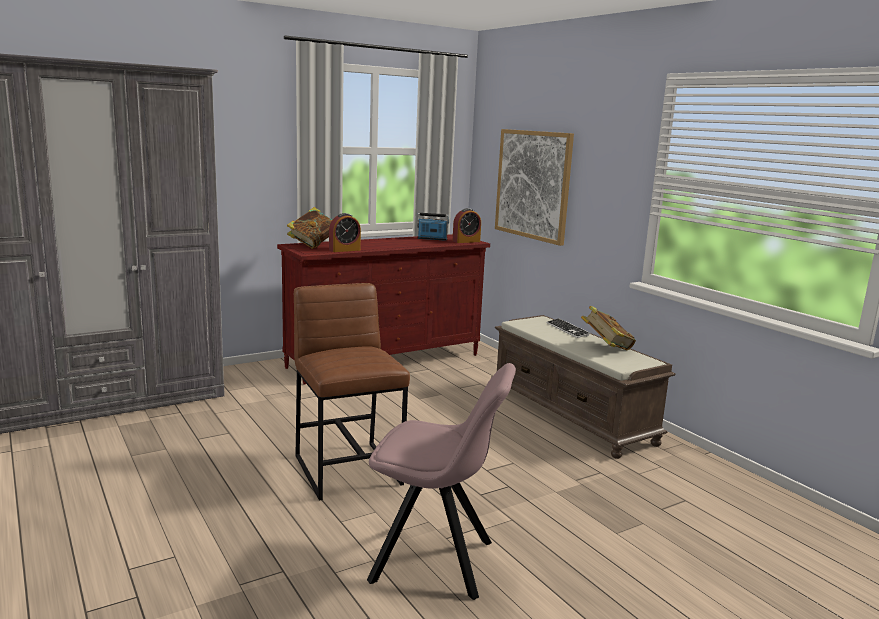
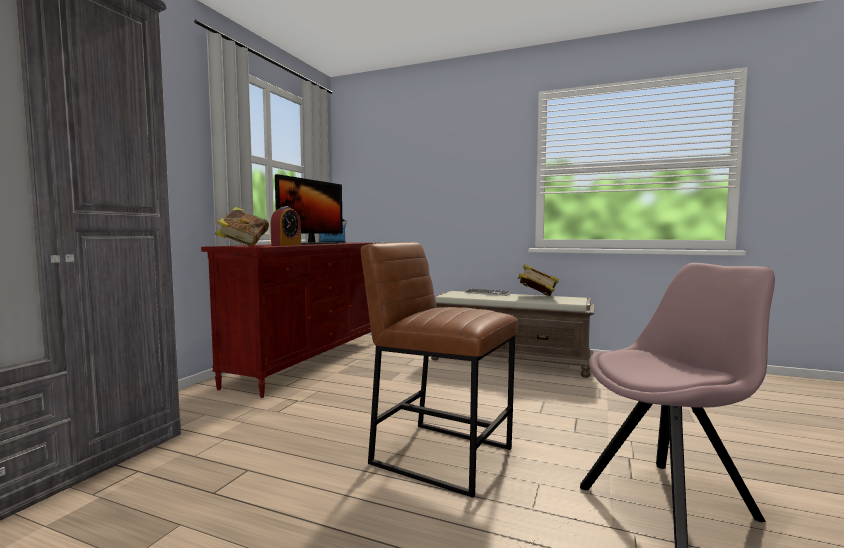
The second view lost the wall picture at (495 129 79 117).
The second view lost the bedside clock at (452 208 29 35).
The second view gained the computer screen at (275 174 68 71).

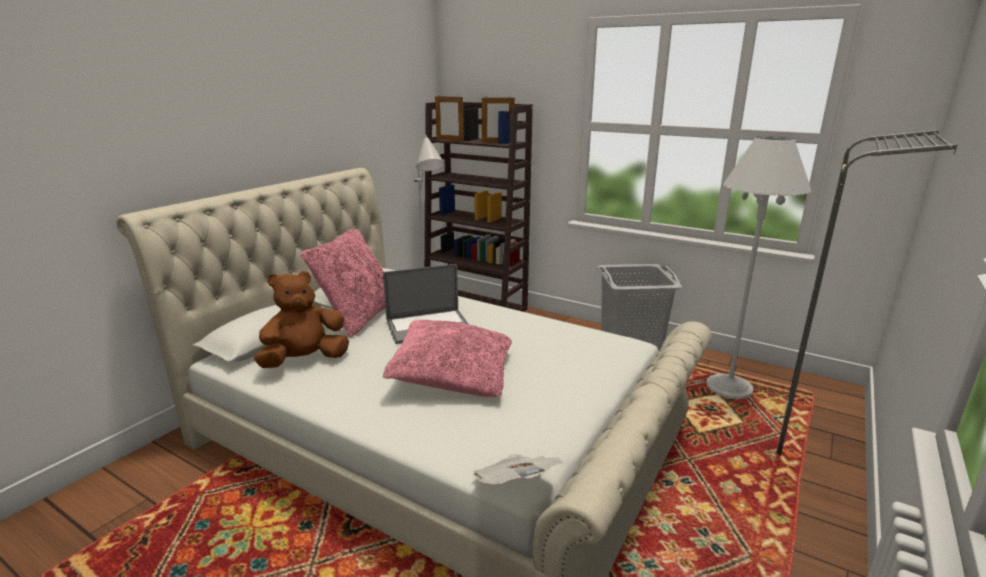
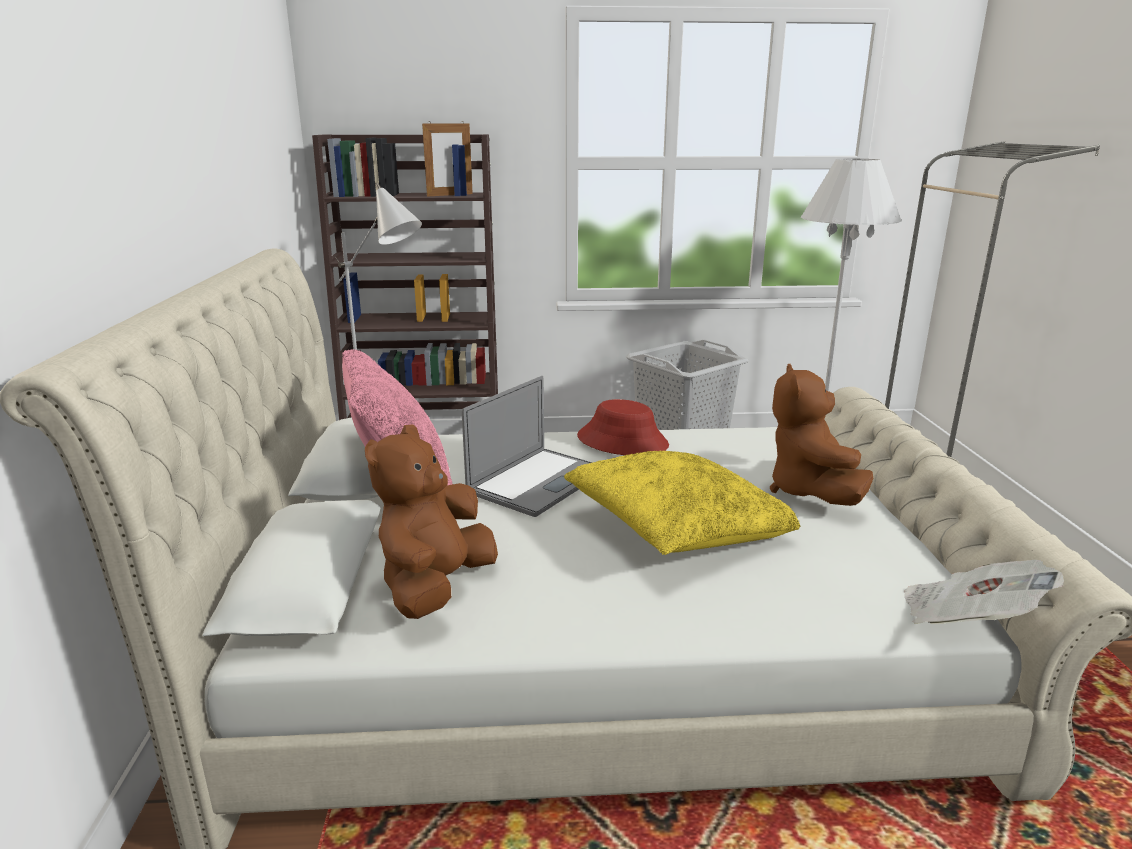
The second view lost the standing frame at (435 95 29 46).
What was the pinkish cushion at (383 319 129 78) turned into the yellowish cushion at (564 450 237 105).
The second view gained the brown soft toy at (770 364 103 142).
The second view gained the red clothing hat at (577 399 92 56).

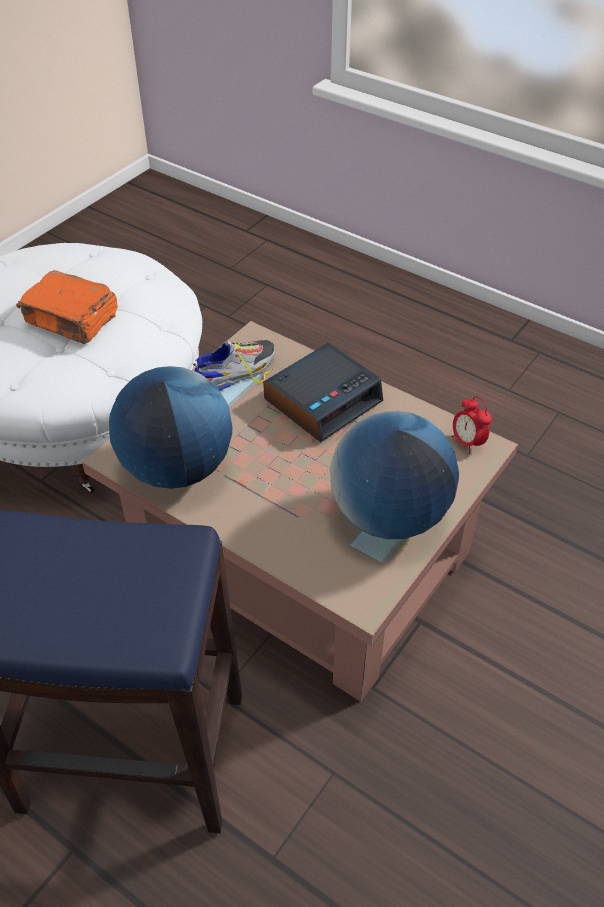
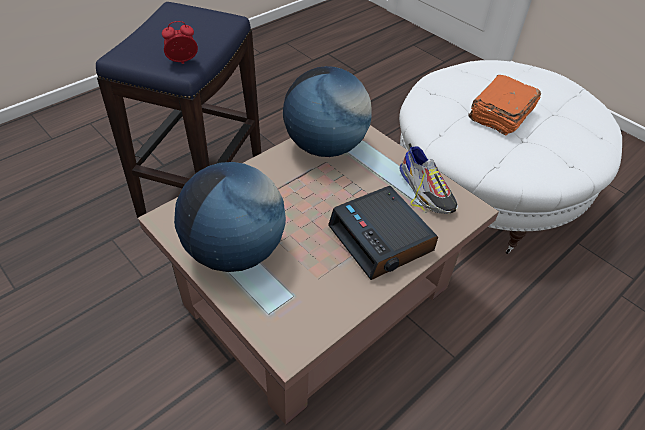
The bedside clock ended up elsewhere, having gone from (452 396 40 58) to (162 21 36 43).

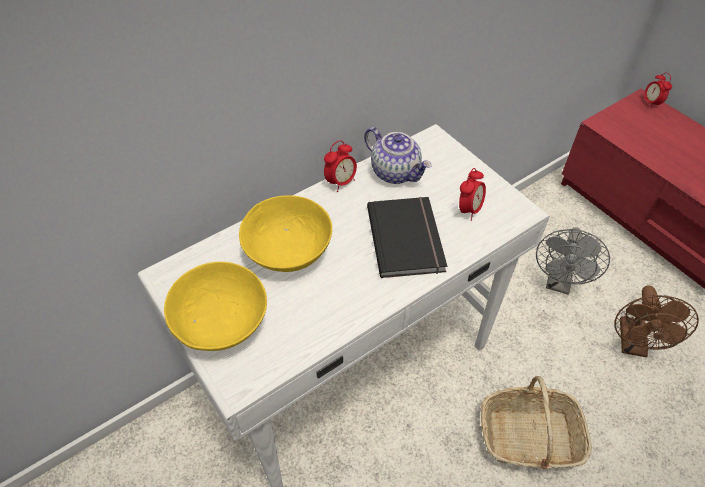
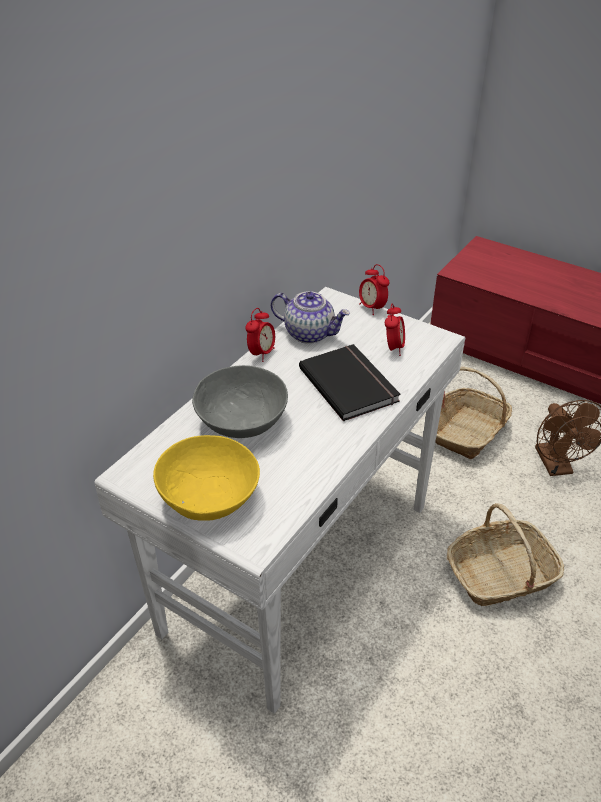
The bedside clock ended up elsewhere, having gone from (642 73 30 34) to (359 264 31 51).
What was the yellowish bowl at (239 195 93 77) turned into the grey bowl at (192 365 96 73).
Where the grey cooling fan stood at (536 228 74 67), the household basket came to stand at (435 367 77 92).

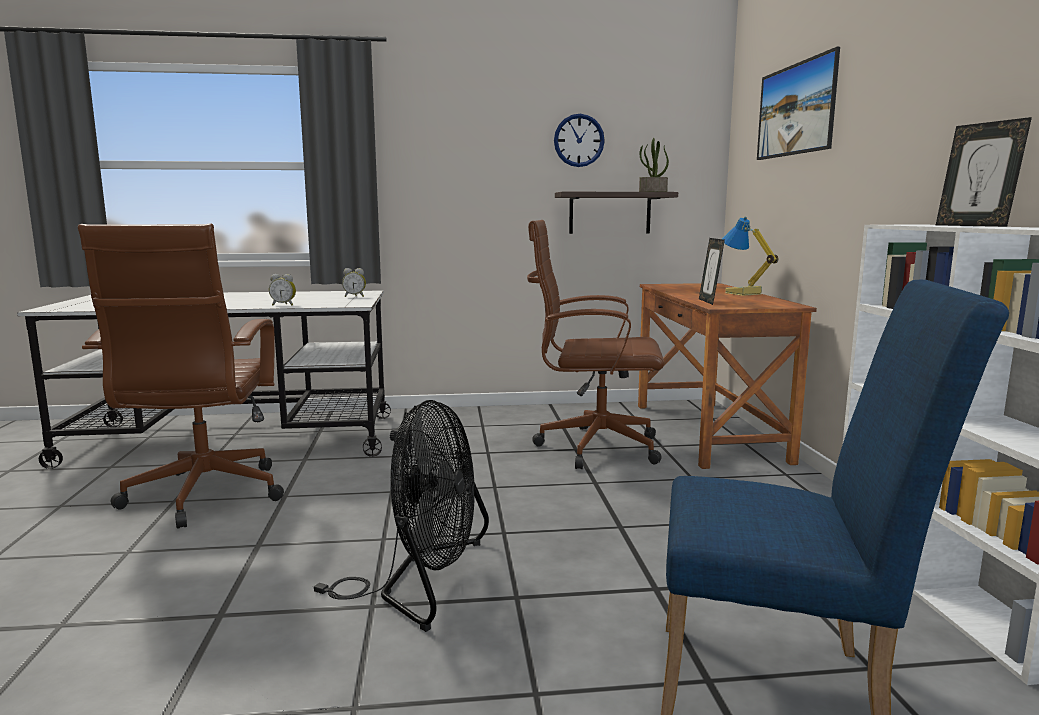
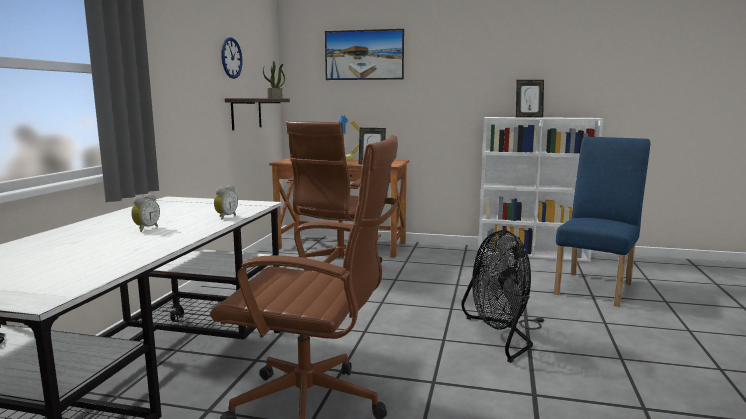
The bedside clock ended up elsewhere, having gone from (342 268 24 29) to (131 193 29 39).
The black cooling fan at (313 400 176 232) ended up facing another way, 135 degrees counterclockwise from before.

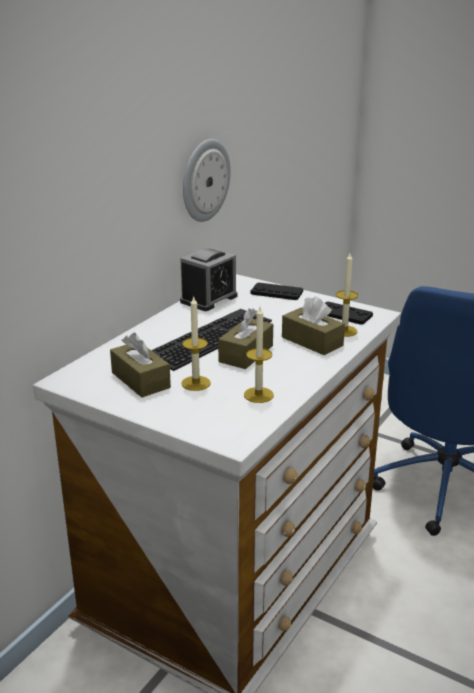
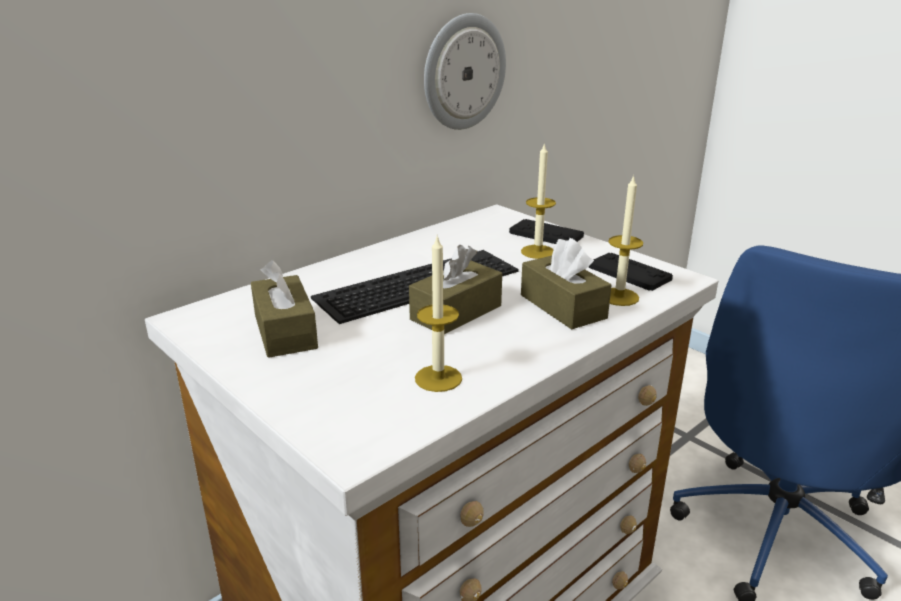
The second view lost the bedside clock at (180 247 58 64).
The wax light ended up elsewhere, having gone from (181 297 30 94) to (521 142 35 117).

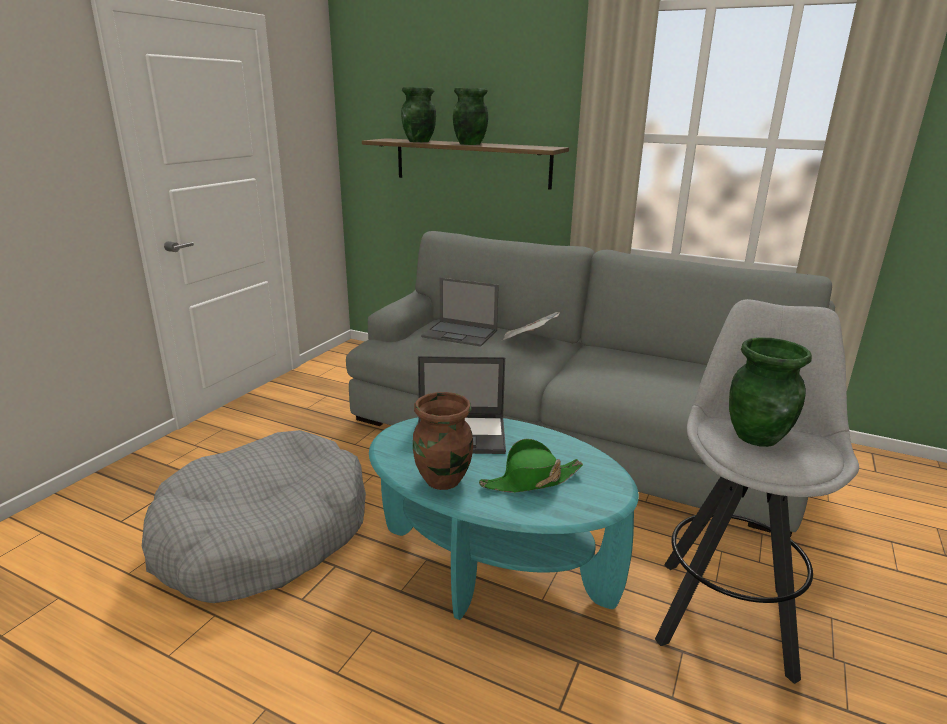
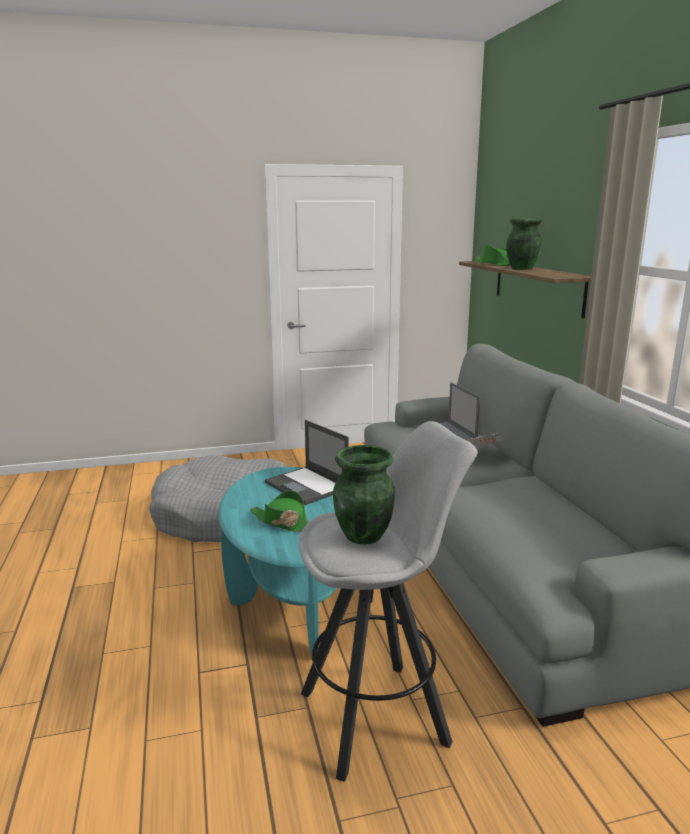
Where the green vase stood at (401 87 35 55), the green clothing hat came to stand at (475 245 36 21).
The second view lost the brown vase at (413 392 60 98).

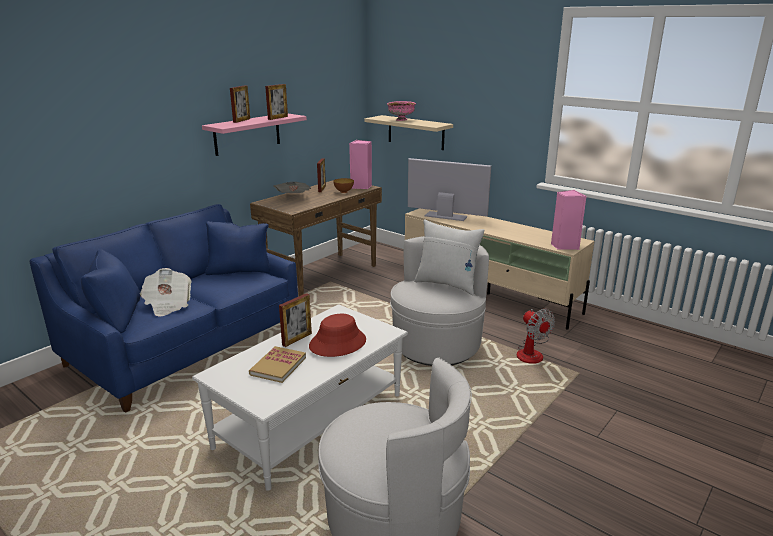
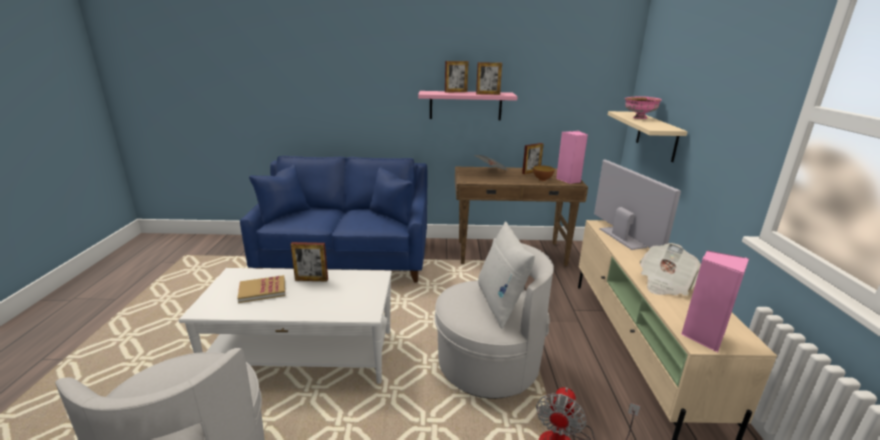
The printed paper ended up elsewhere, having gone from (140 268 51 49) to (639 243 62 53).
The second view lost the red clothing hat at (309 314 57 43).

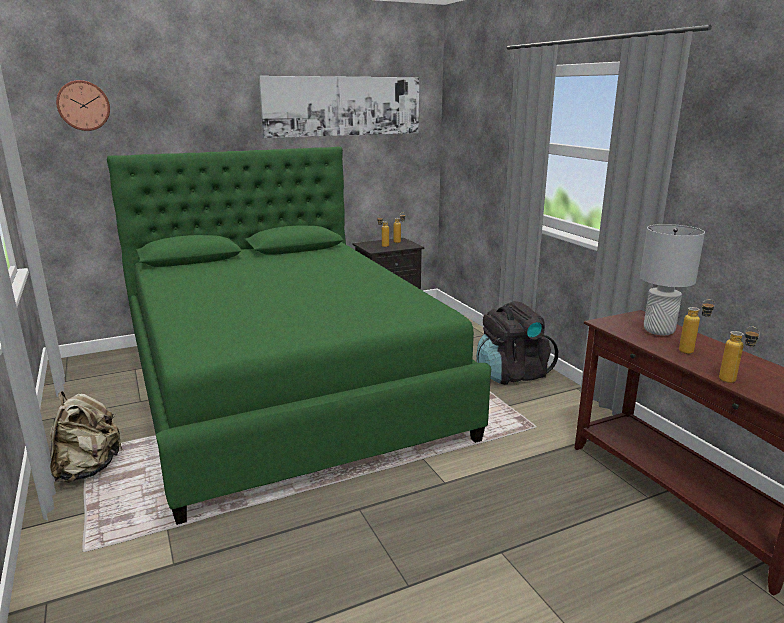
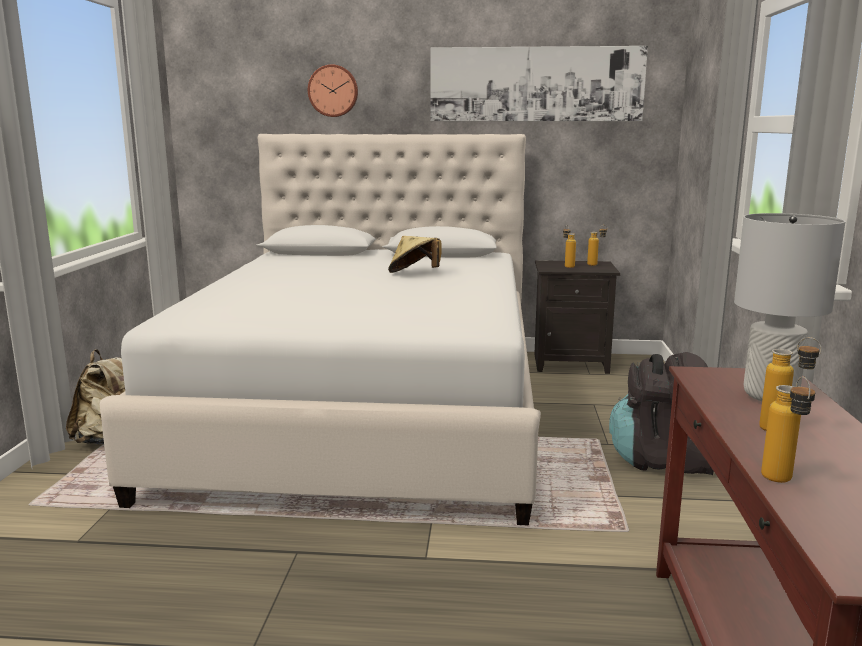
The hanging clock ended up elsewhere, having gone from (56 80 54 51) to (308 64 50 53).
What was the green sleeping bed at (107 147 384 378) turned into the white sleeping bed at (100 134 441 392).
The second view gained the beige-coloured clothing hat at (388 236 54 37).

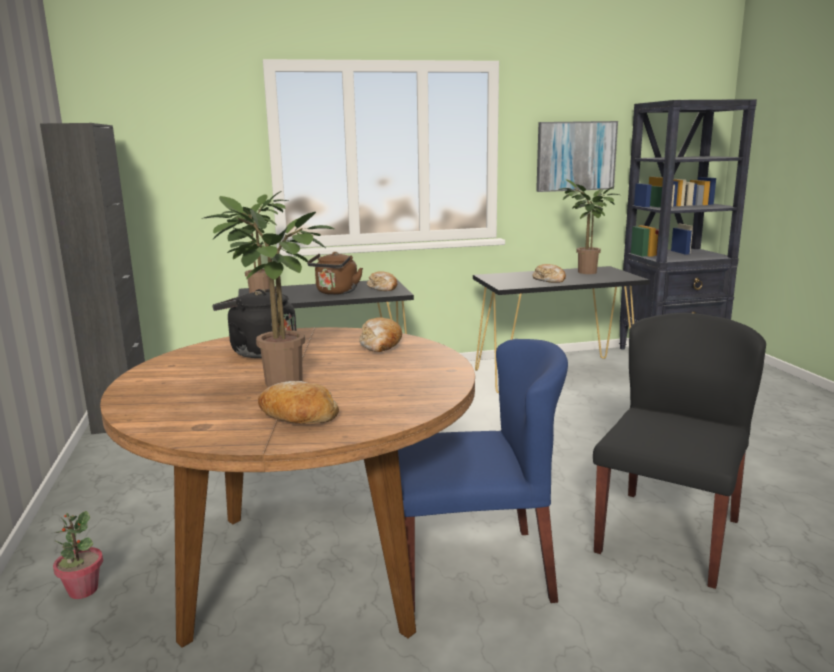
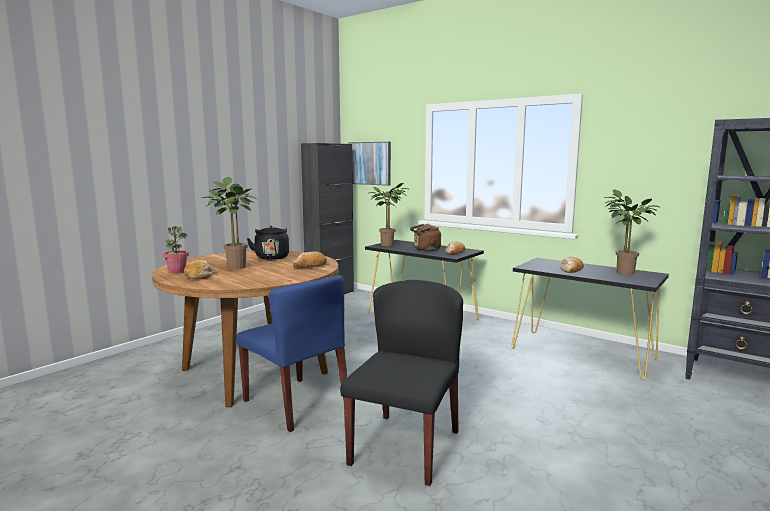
The wall picture ended up elsewhere, having gone from (536 121 82 71) to (348 142 43 44).
The black plain chair at (593 313 173 276) ended up facing another way, 60 degrees counterclockwise from before.
The houseplant ended up elsewhere, having gone from (53 511 50 88) to (163 226 26 47).

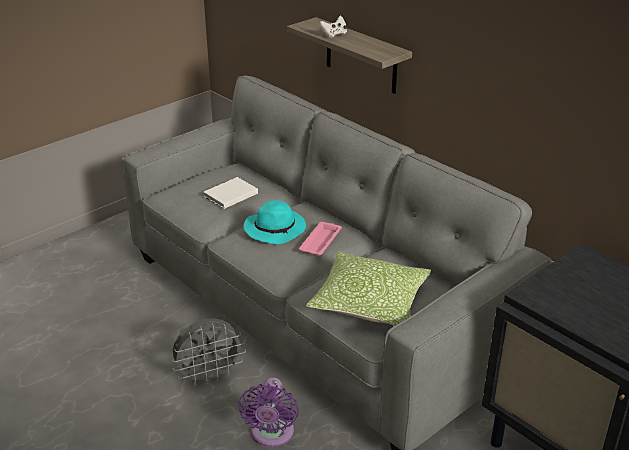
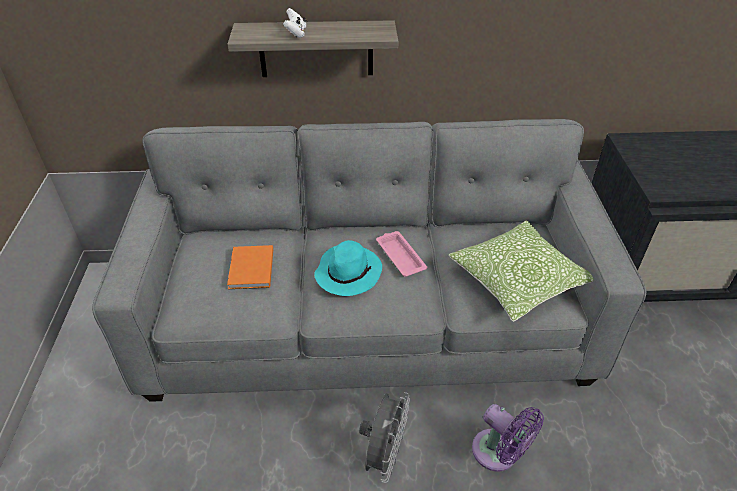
What was the white bound book at (204 177 54 32) turned into the orangey bound book at (227 245 46 44).

